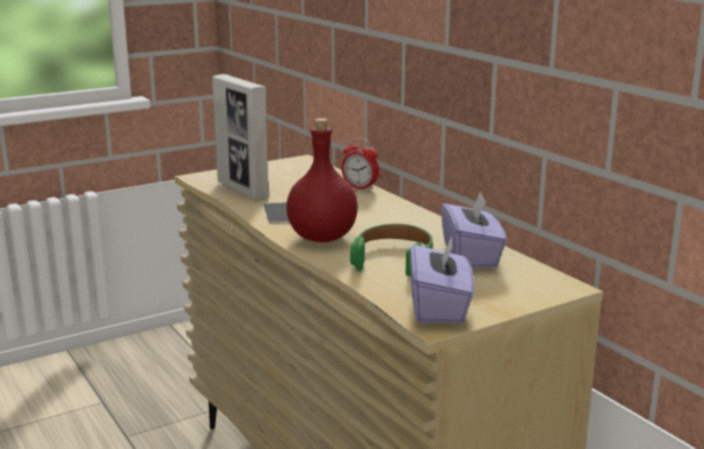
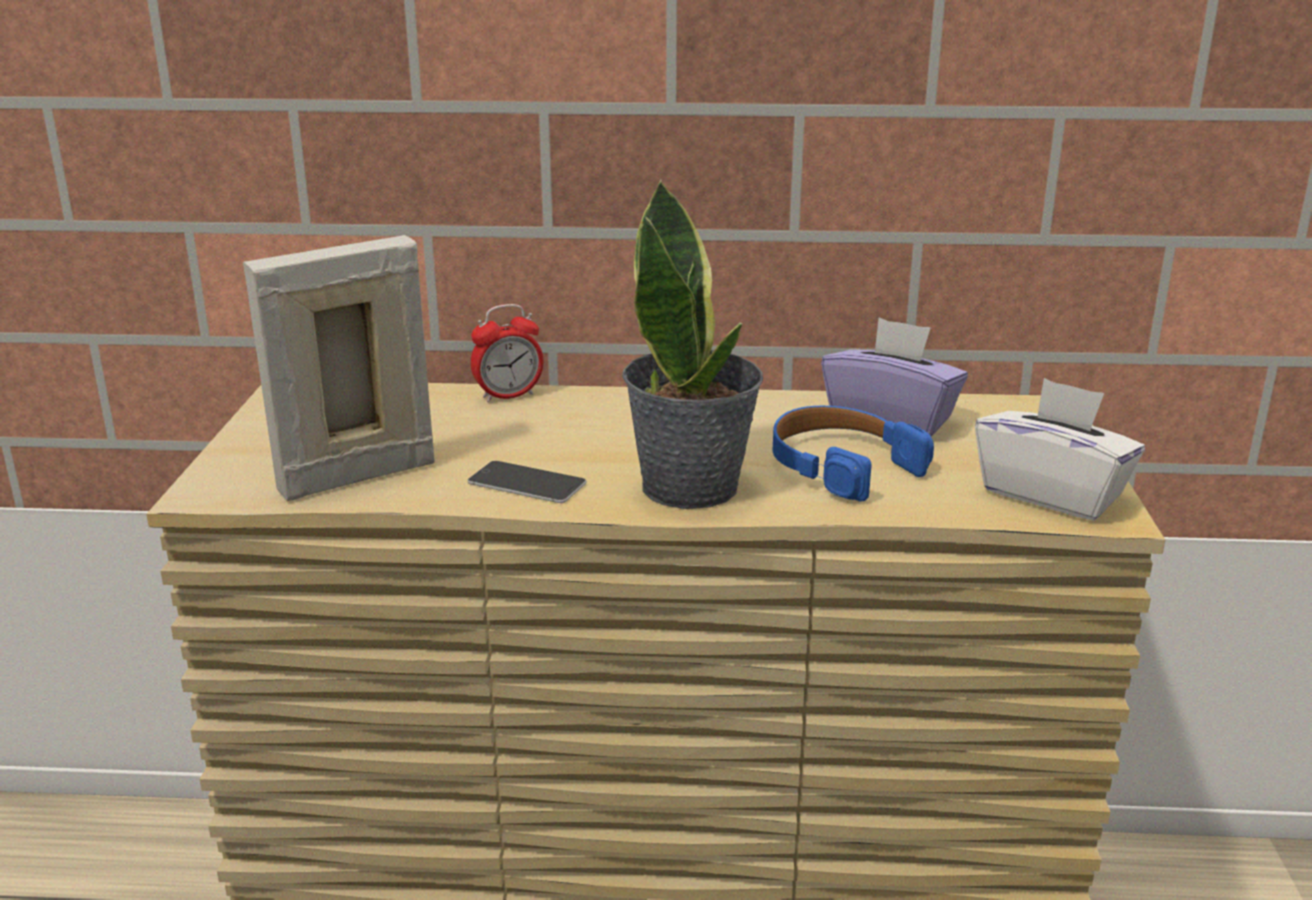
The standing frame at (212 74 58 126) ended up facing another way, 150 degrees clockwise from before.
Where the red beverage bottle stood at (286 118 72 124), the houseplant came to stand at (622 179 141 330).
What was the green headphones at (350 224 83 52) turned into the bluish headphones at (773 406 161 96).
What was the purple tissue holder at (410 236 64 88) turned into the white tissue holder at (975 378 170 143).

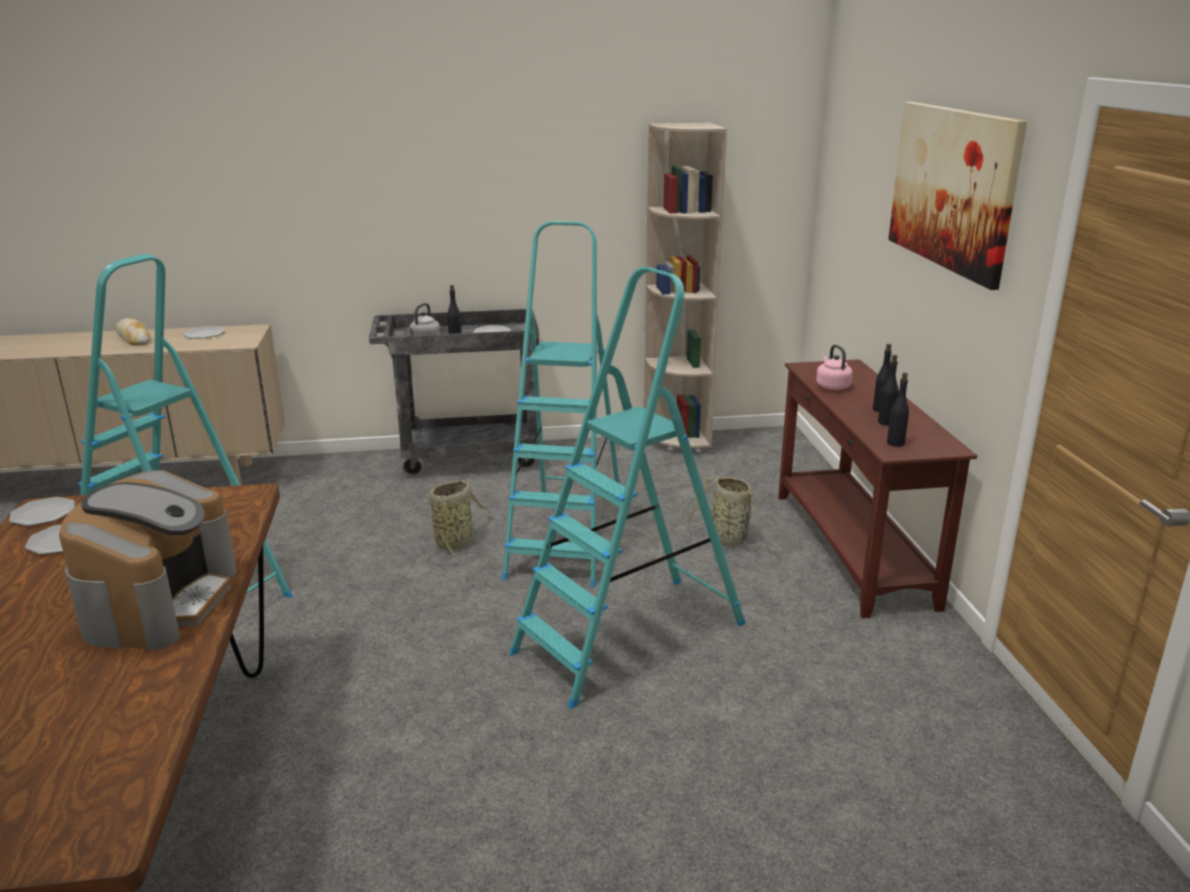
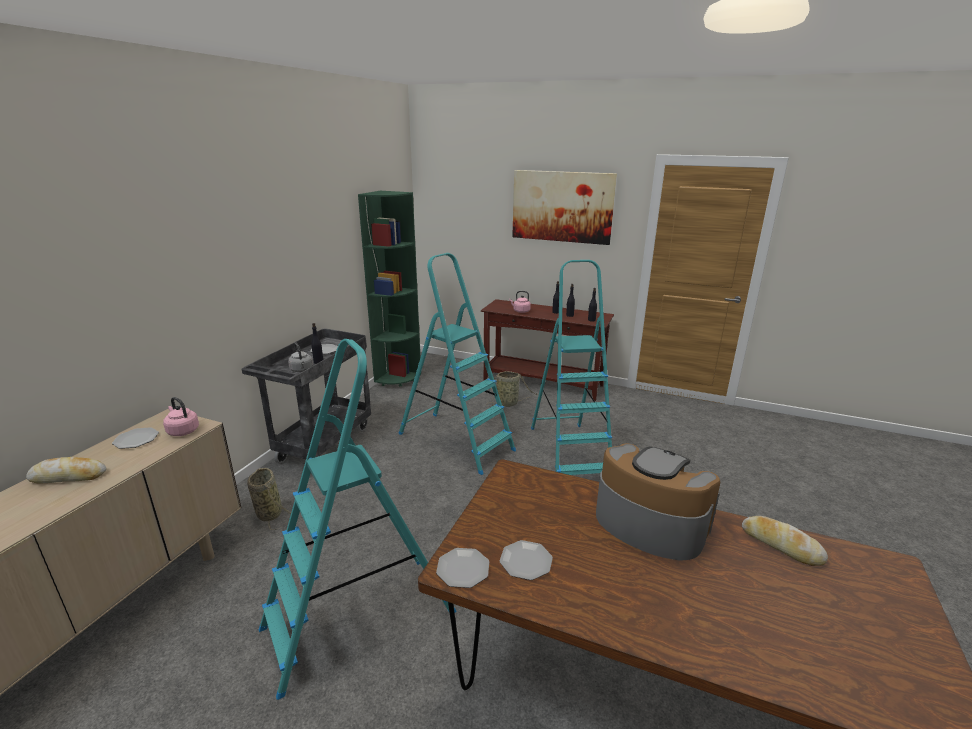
What was the beige-coloured bookcase at (644 123 83 329) turned into the green bookcase at (358 191 63 195).
The household basket ended up elsewhere, having gone from (426 480 62 79) to (247 468 44 62).
The second view gained the pinkish tea kettle at (163 397 36 39).
The second view gained the baked bread at (742 516 86 50).

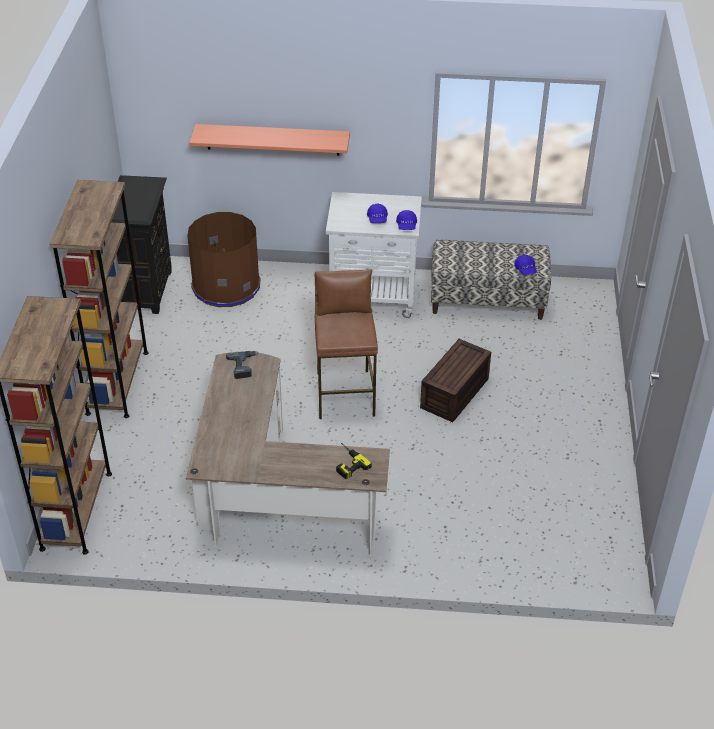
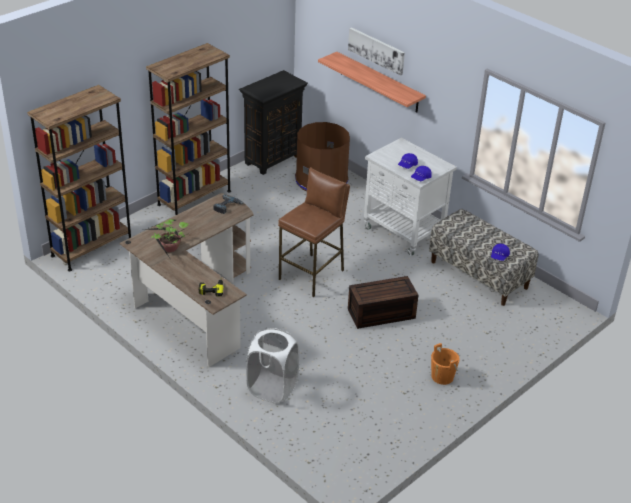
The second view gained the wall picture at (348 27 57 49).
The second view gained the houseplant at (141 219 48 39).
The second view gained the white washing basket at (246 328 53 75).
The second view gained the orangey bucket at (431 343 29 42).

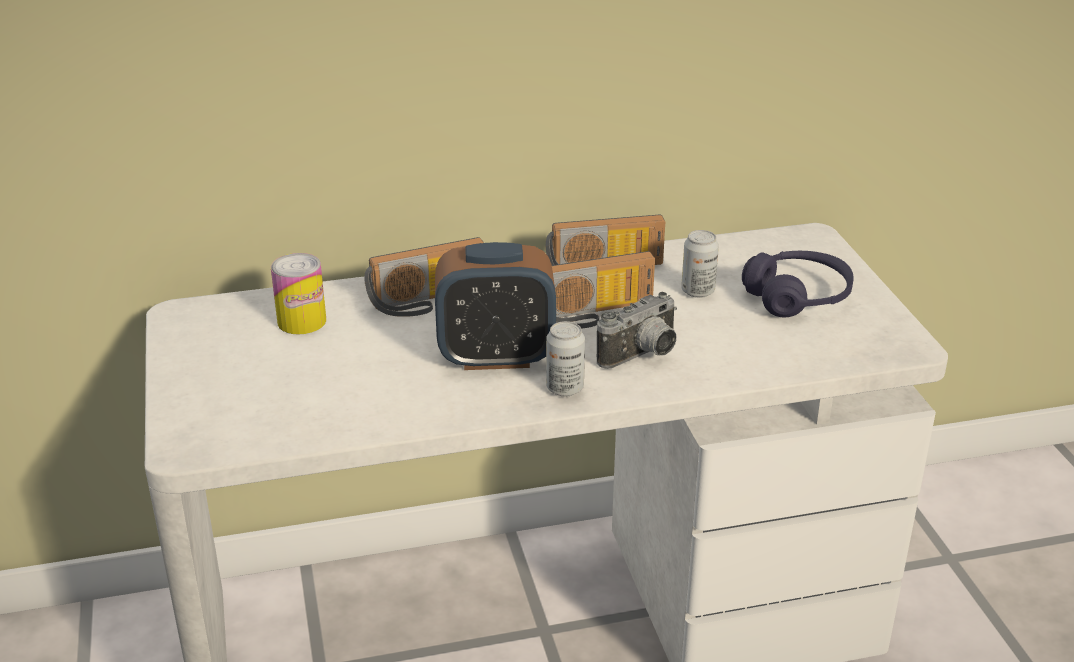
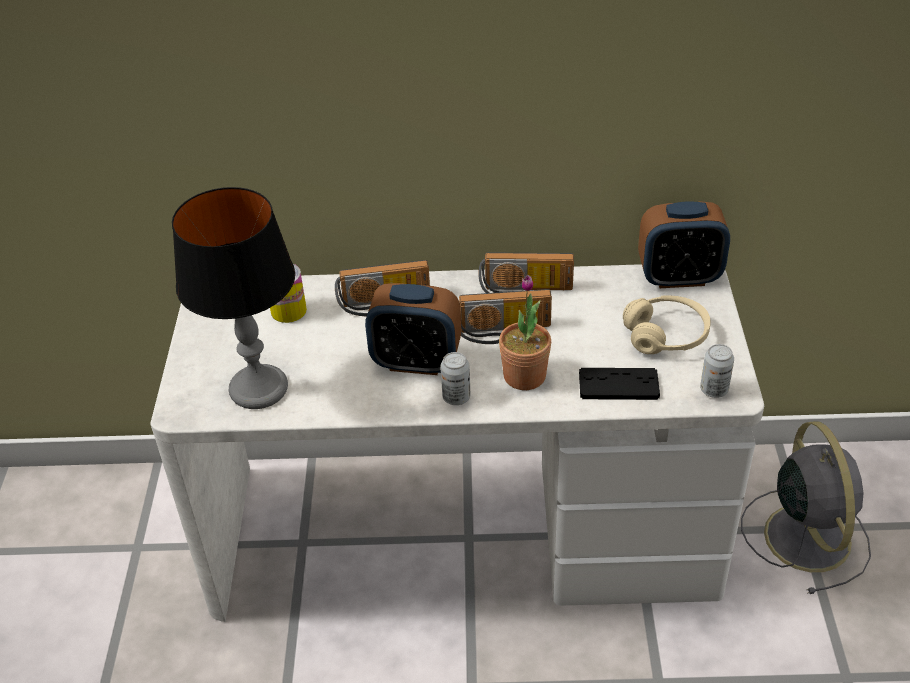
The can ended up elsewhere, having gone from (681 230 38 68) to (700 344 34 54).
What was the purple headphones at (742 251 112 67) turned into the beige-coloured headphones at (623 295 88 59).
Where the photo camera stood at (597 292 80 77), the houseplant came to stand at (499 275 52 115).
The second view gained the lamp for a table at (172 187 123 222).
The second view gained the bedside clock at (638 202 92 86).
The second view gained the black joypad at (579 368 81 32).
The second view gained the grey cooling fan at (741 421 130 173).

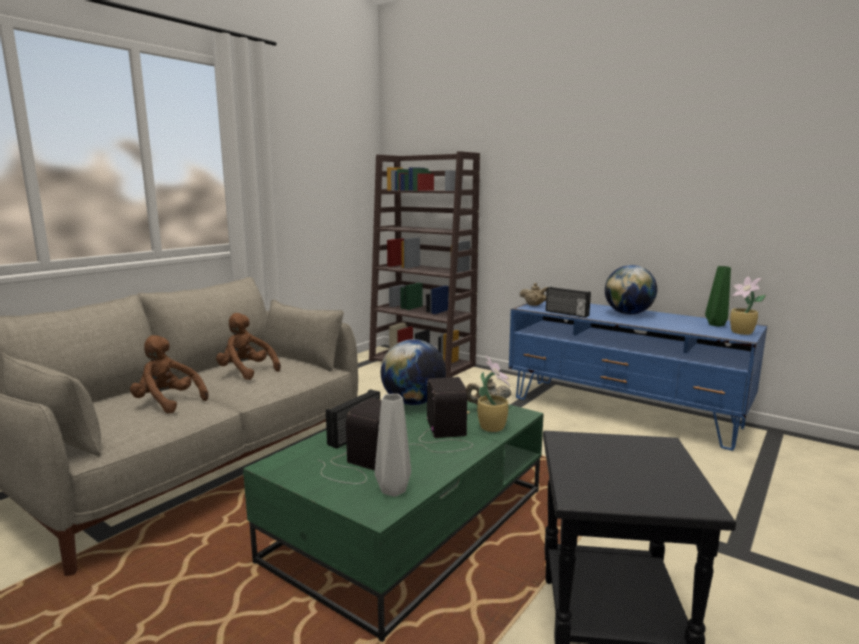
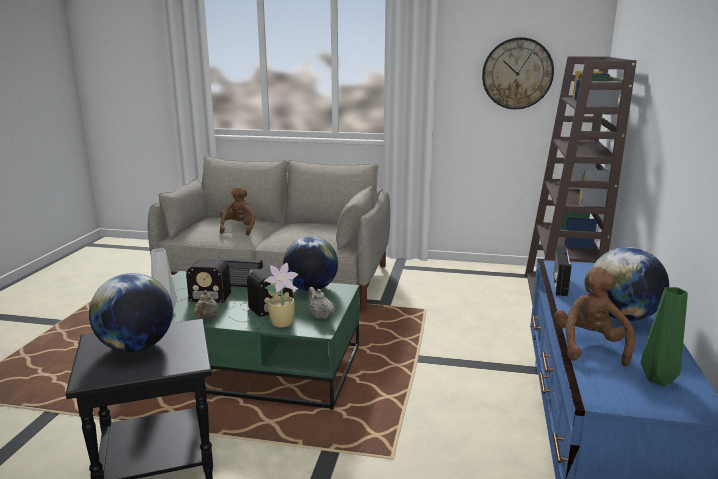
The second view lost the houseplant at (730 277 36 58).
The beige-coloured teapot ended up elsewhere, having gone from (520 283 28 23) to (194 291 24 29).
The brown soft toy ended up elsewhere, having gone from (216 313 65 67) to (554 267 81 100).
The second view gained the hanging clock at (482 37 72 72).
The second view gained the world globe at (89 273 84 79).

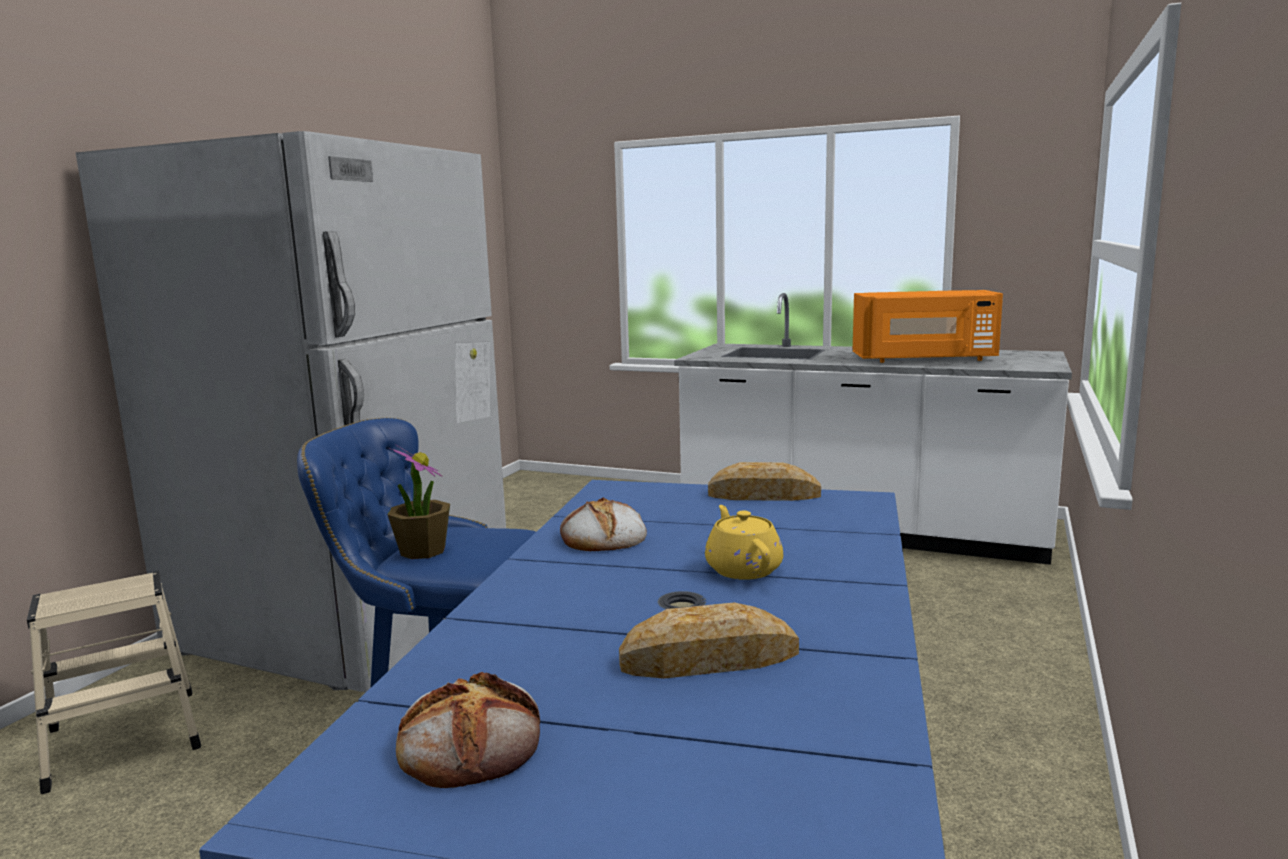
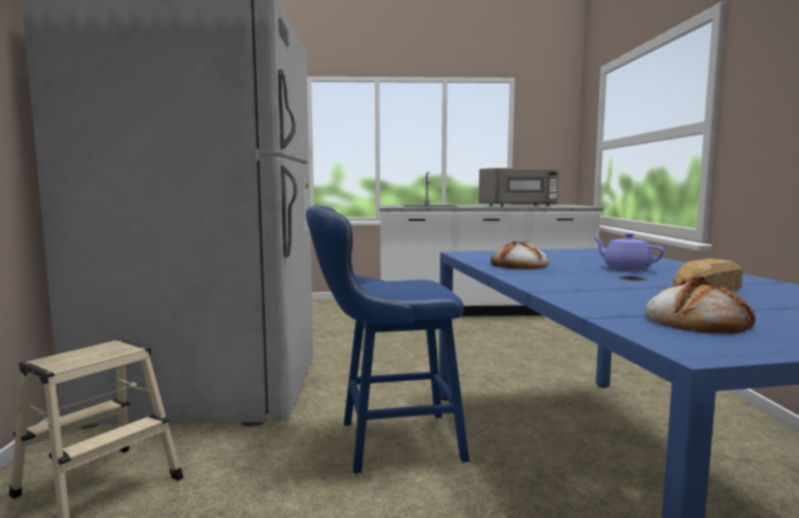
What was the orangey microwave oven at (853 290 150 73) turned into the grey microwave oven at (479 168 80 39).
The second view lost the houseplant at (388 444 62 115).
The second view lost the baked bread at (708 462 113 39).
What was the yellowish teapot at (705 505 78 75) turned into the purple teapot at (594 233 70 38).

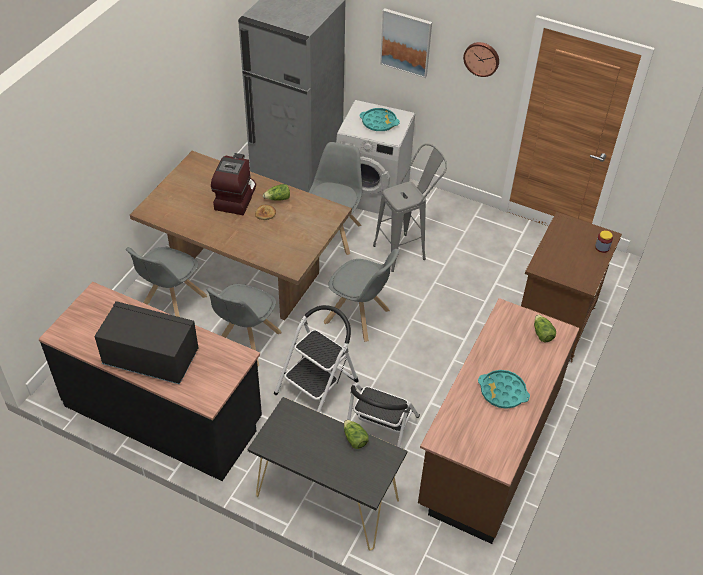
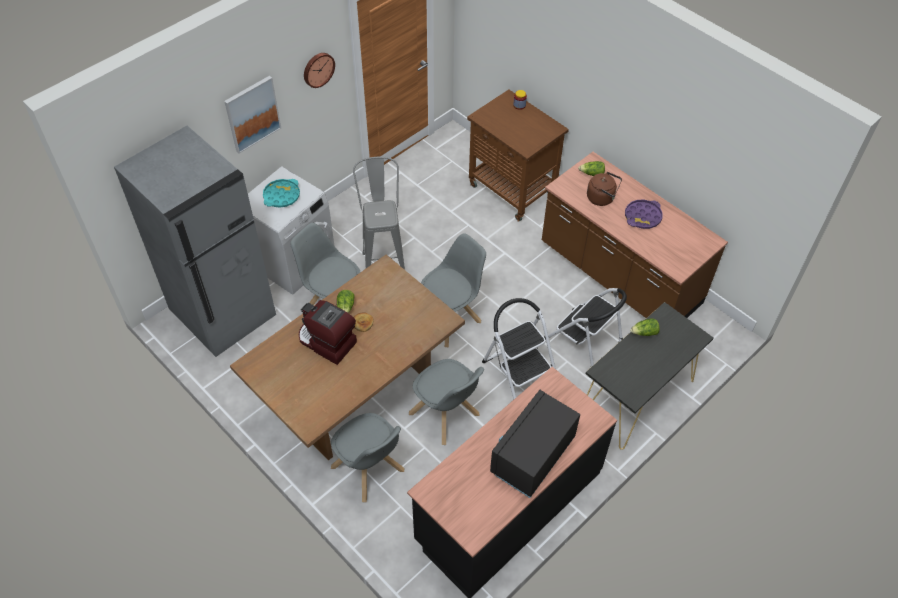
What was the turquoise-coloured carrying tray at (478 370 52 39) turned into the purple carrying tray at (625 200 38 29).
The second view gained the brown tea kettle at (587 172 35 34).

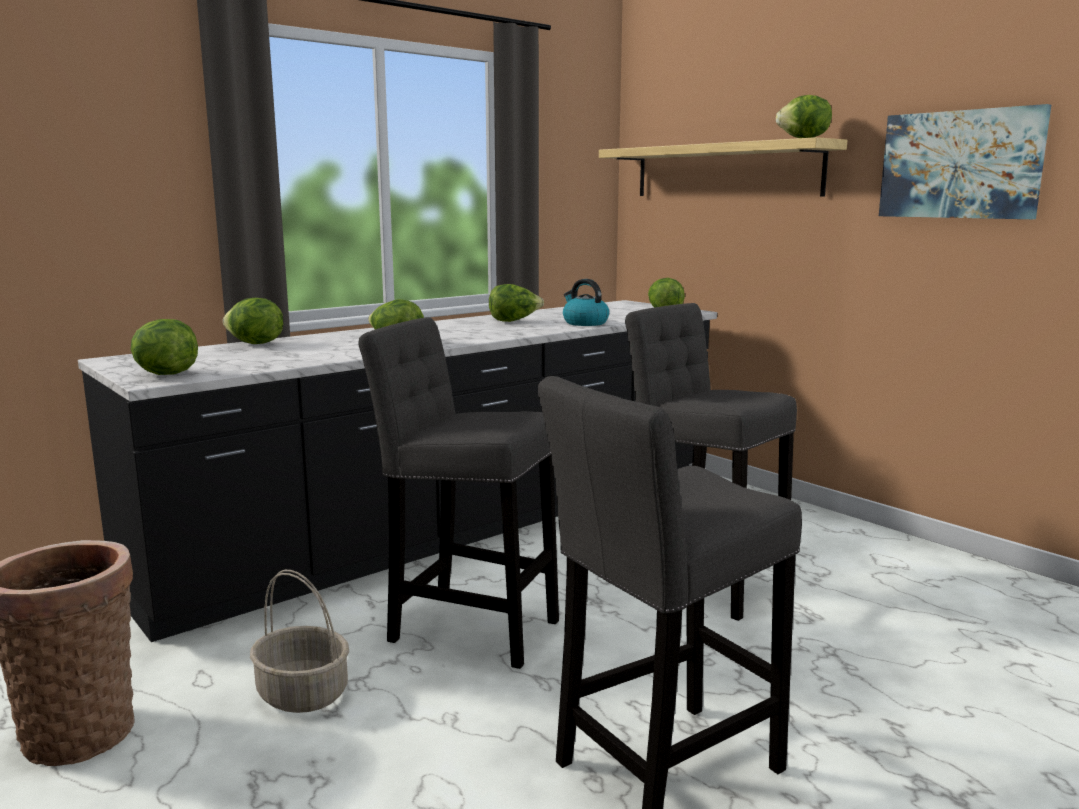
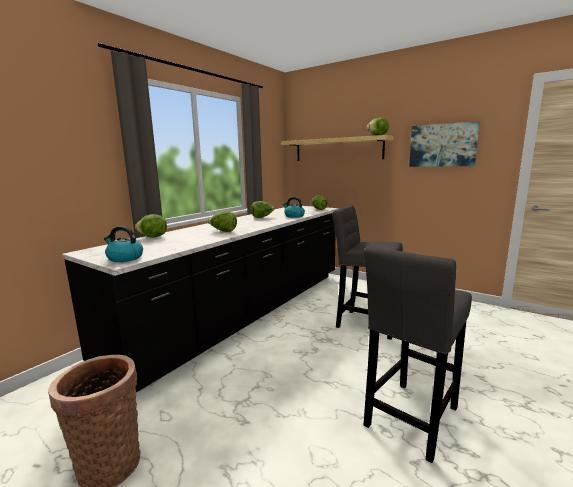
The second view lost the grey stool at (358 317 201 352).
Where the head of lettuce stood at (131 319 67 56), the tea kettle came to stand at (104 226 39 36).
The second view lost the household basket at (250 570 99 143).

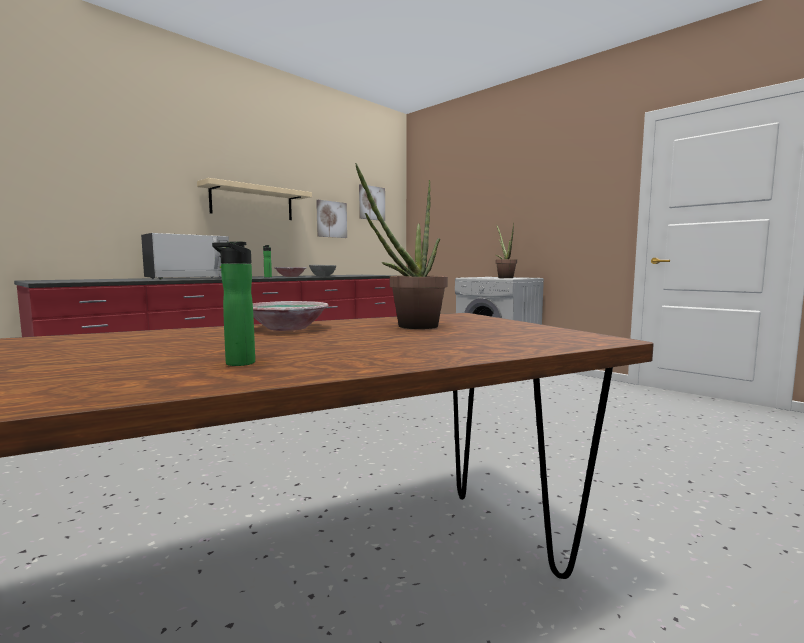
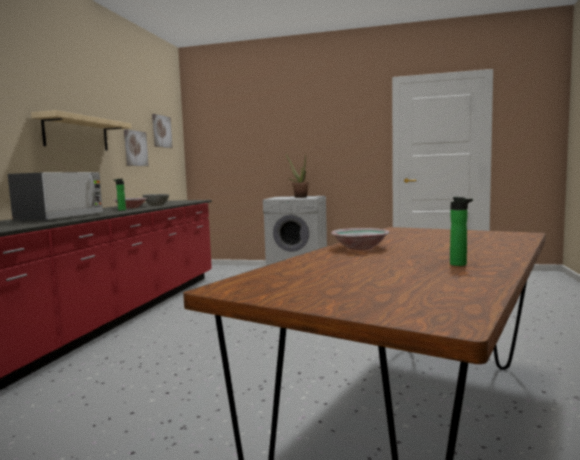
The second view lost the houseplant at (355 163 93 166).

